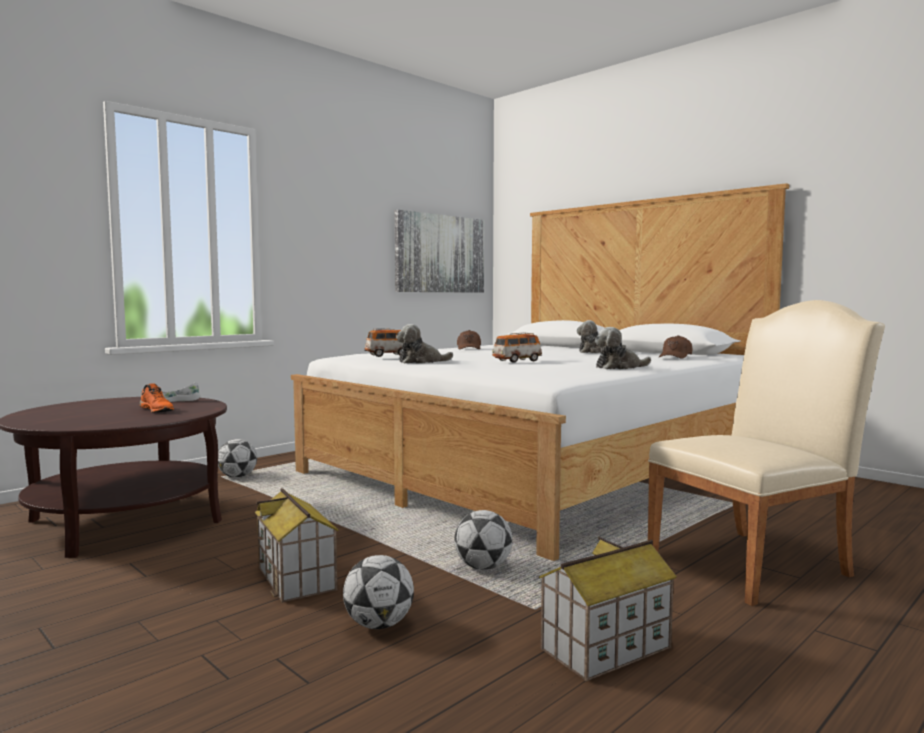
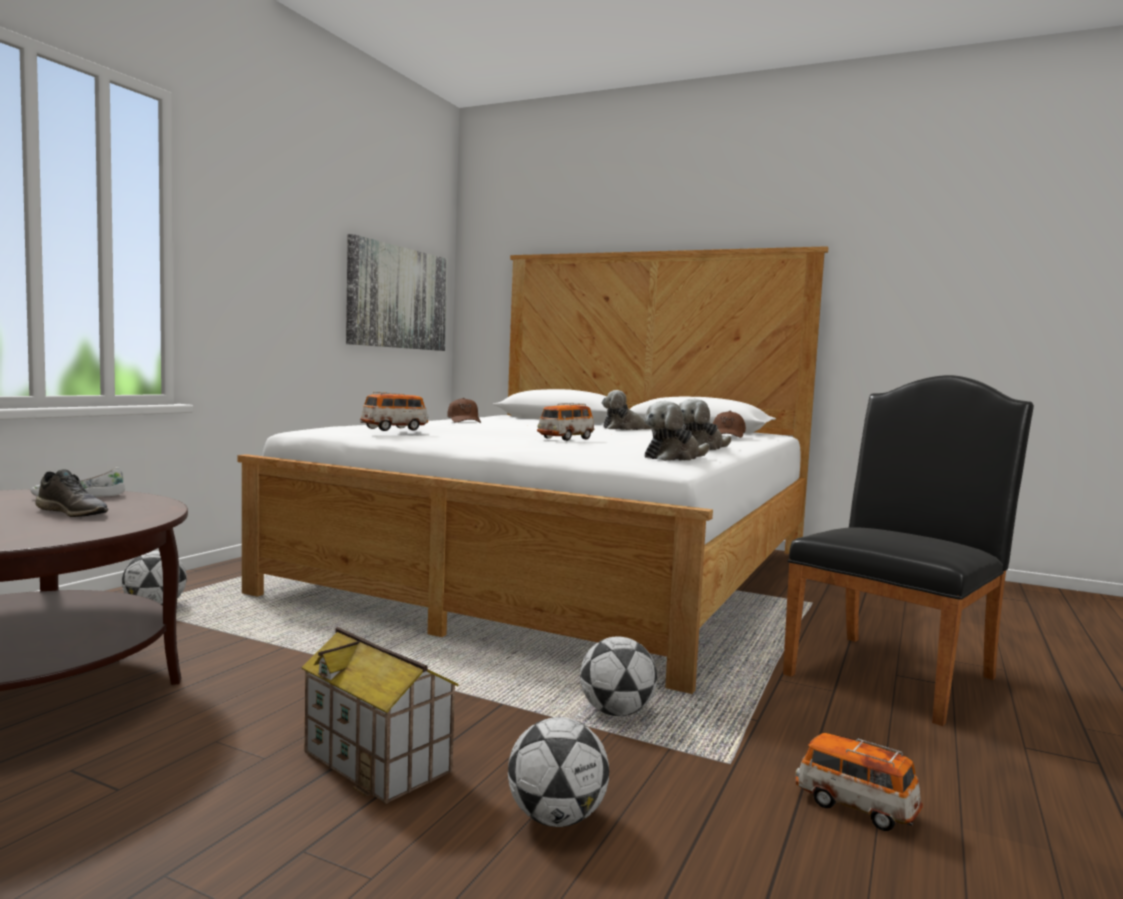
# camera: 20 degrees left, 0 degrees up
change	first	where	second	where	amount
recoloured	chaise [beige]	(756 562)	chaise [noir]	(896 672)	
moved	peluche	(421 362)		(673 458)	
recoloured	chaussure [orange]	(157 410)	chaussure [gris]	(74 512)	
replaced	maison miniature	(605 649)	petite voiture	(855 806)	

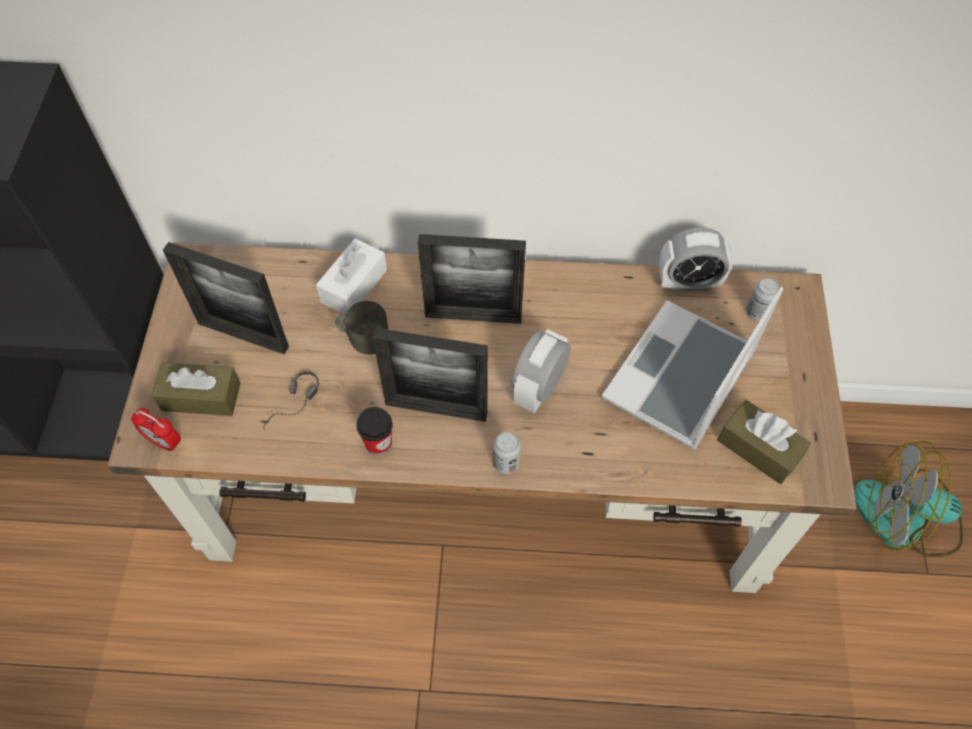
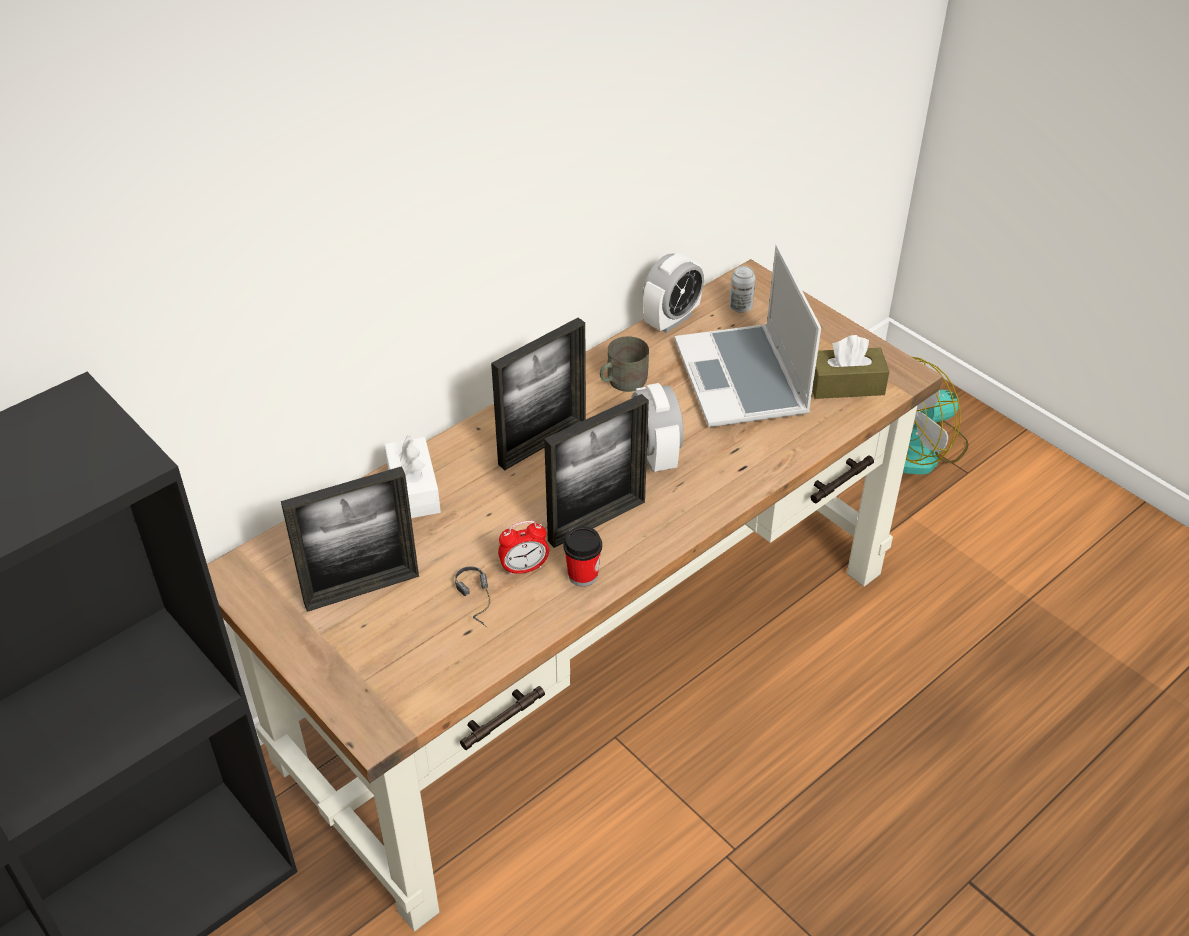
# camera: 45 degrees left, 15 degrees down
change	first	where	second	where	amount
moved	mug [gris]	(364 337)		(622 381)	
removed	boîte à mouchoirs [marron]	(201 396)			
moved	réveil	(164 442)		(524 568)	
removed	boîte métallique	(506 463)			

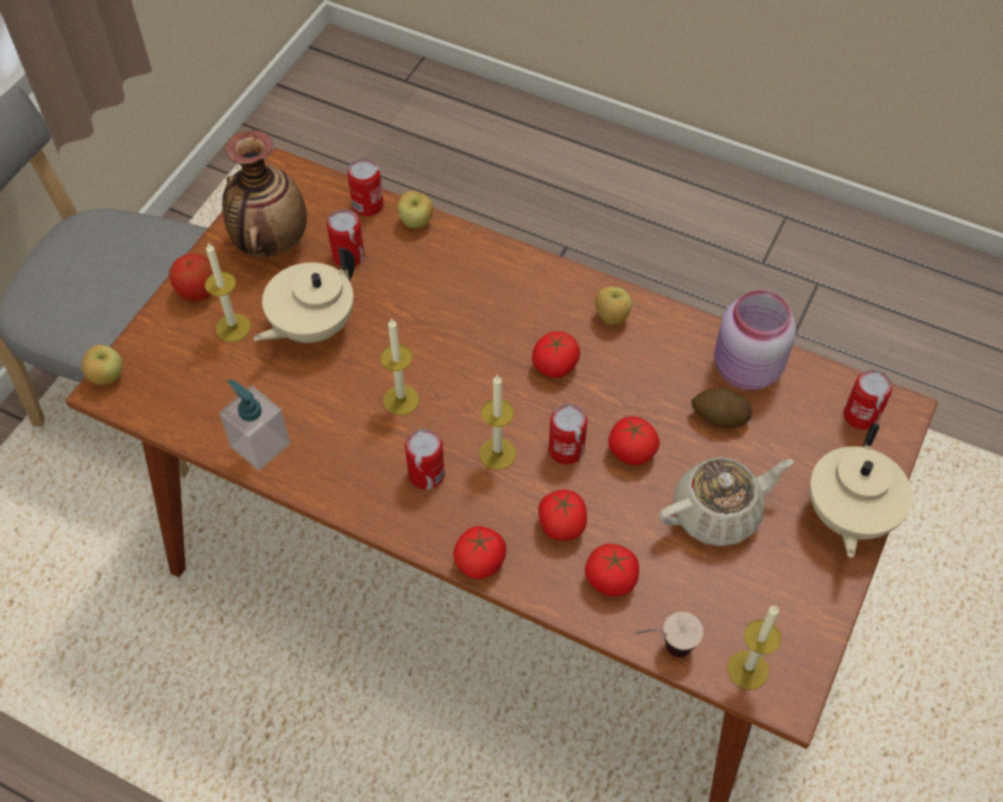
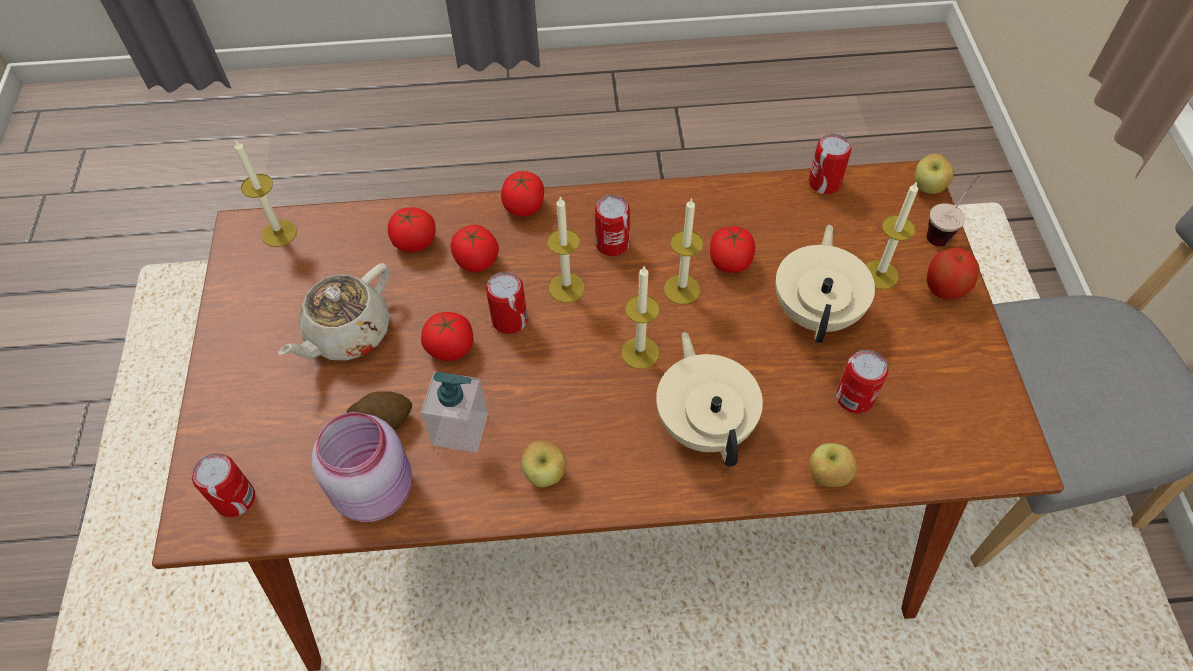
# camera: 150 degrees right, 0 degrees up
change	first	where	second	where	amount
removed	vase	(270 241)			
moved	boîte métallique	(368 205)		(824 183)	
moved	tomate	(555 366)		(730 262)	
moved	distributeur de savon	(260 445)		(461 429)	
moved	théière [beige]	(847 515)		(705 423)	
moved	tasse	(663 649)		(945 230)	
added			bougie	(640 353)	

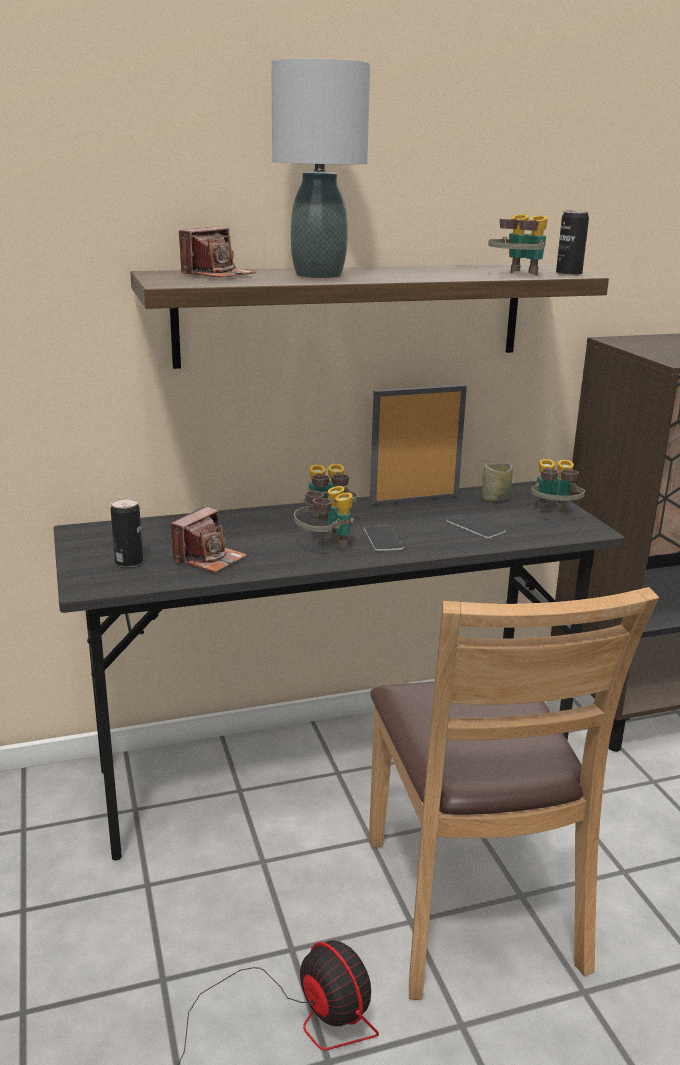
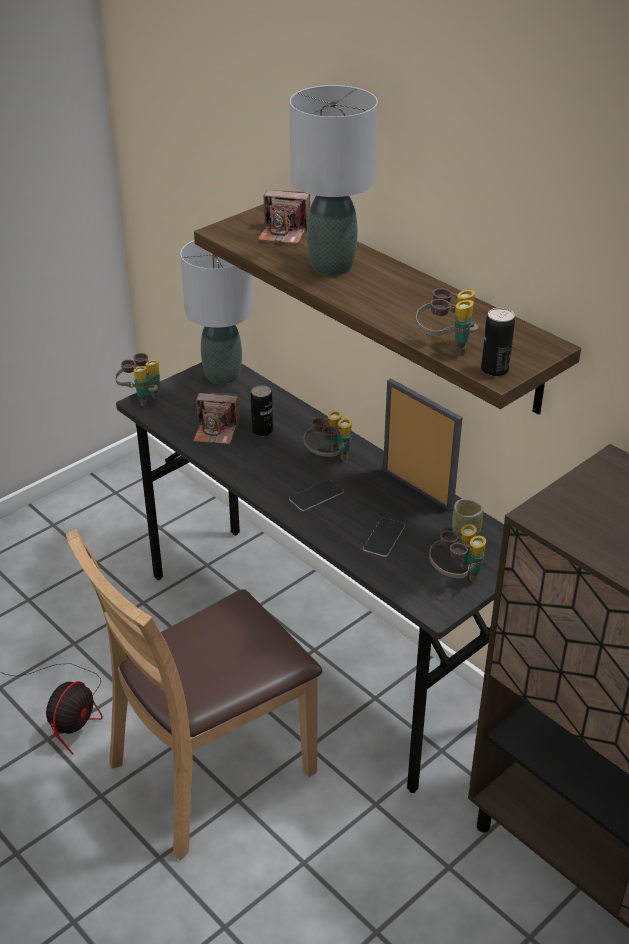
# camera: 65 degrees right, 15 degrees up
change	first	where	second	where	amount
moved	jumelles	(324 546)		(142 396)	
moved	boîte métallique	(129 562)		(262 431)	
added			lampe de table [gris]	(222 375)	

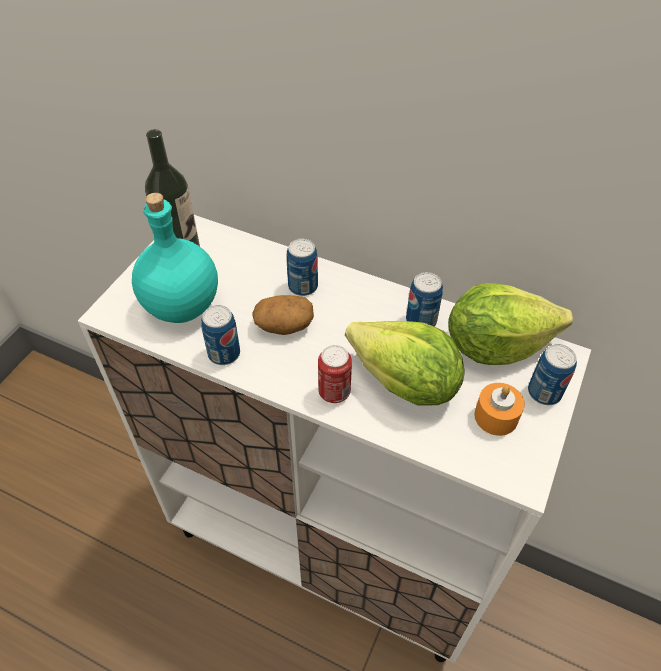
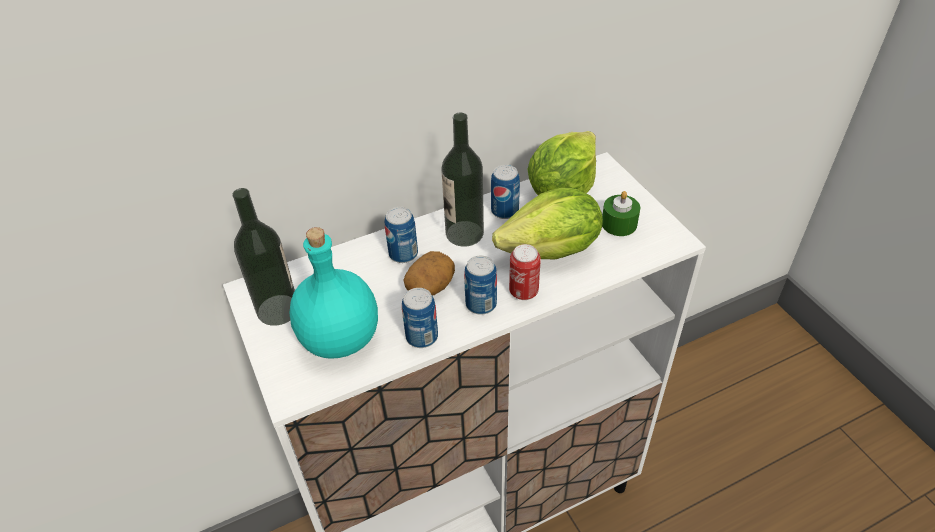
# camera: 50 degrees left, 5 degrees down
change	first	where	second	where	amount
moved	boîte métallique	(544 392)		(481 304)	
recoloured	bougie [orange]	(496 416)	bougie [vert]	(619 224)	
added			bouteille	(464 233)	

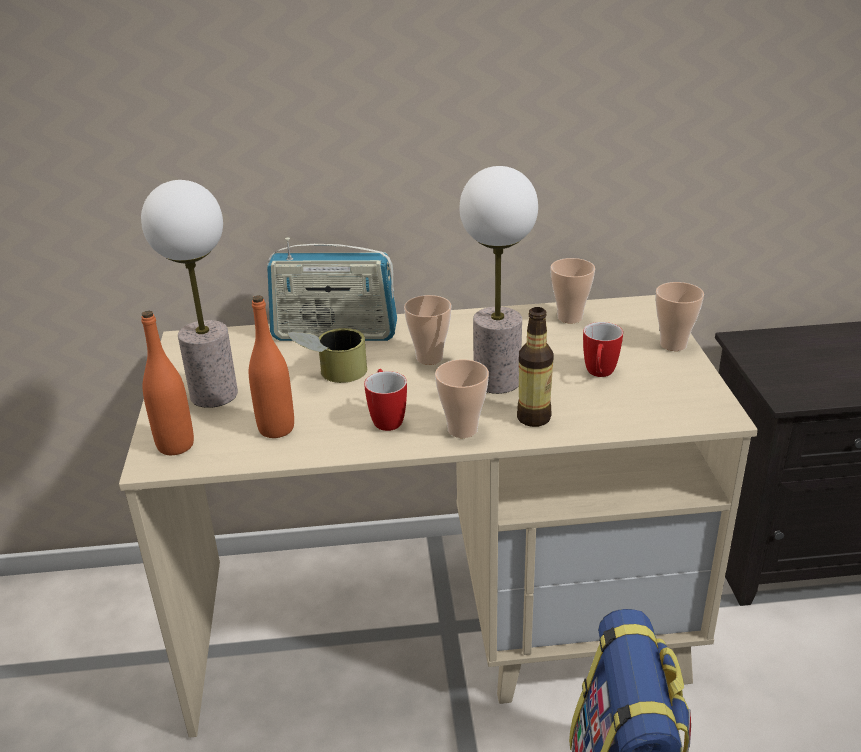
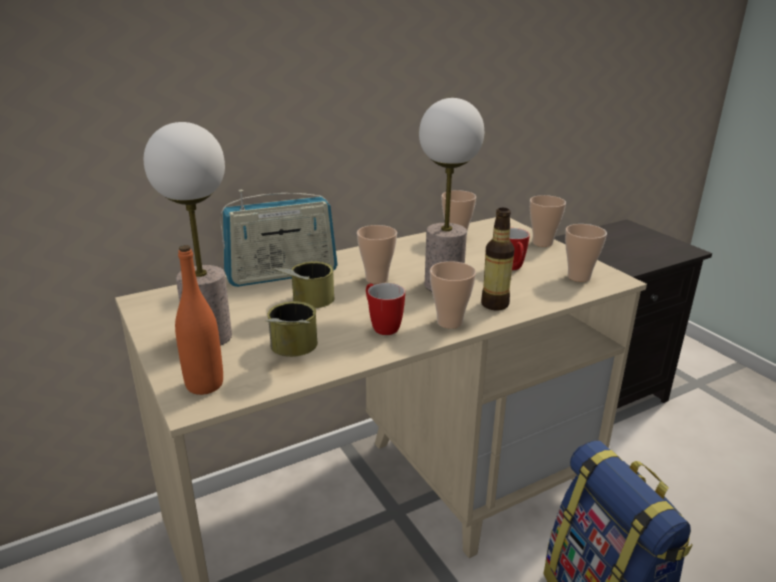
# camera: 25 degrees left, 5 degrees down
change	first	where	second	where	amount
replaced	bouteille [orange]	(276 428)	boîte métallique	(292 352)	
added			tasse	(579 277)	

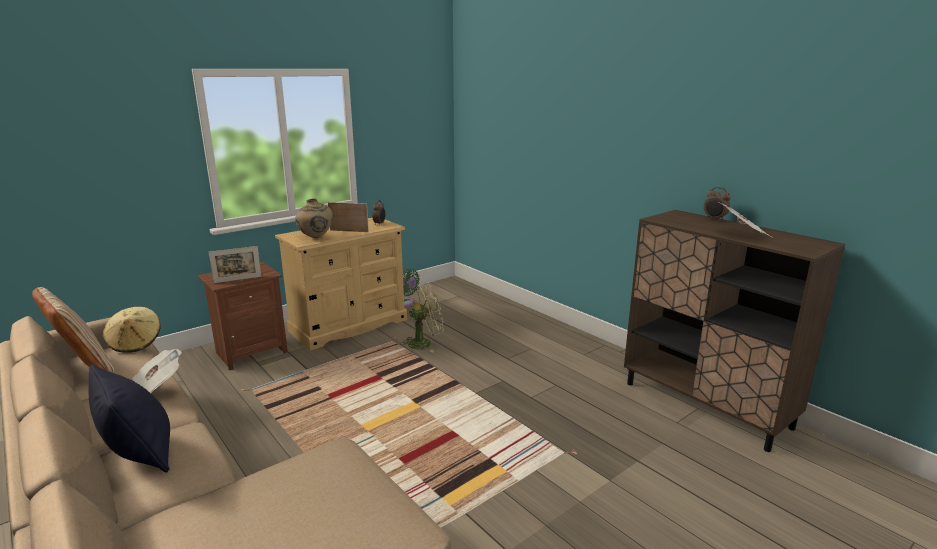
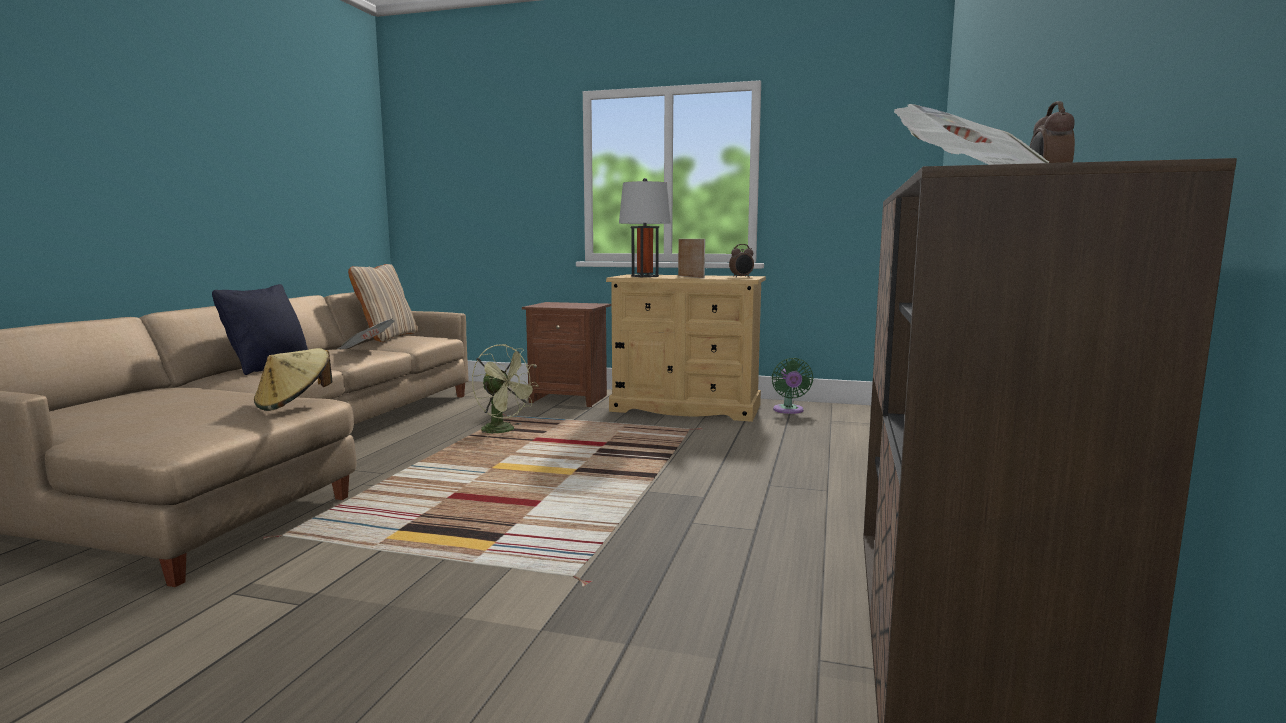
# camera: 55 degrees right, 10 degrees down
change	first	where	second	where	amount
replaced	vase [beige]	(316 238)	lampe de table [gris]	(644 276)	
removed	cadre photo	(238 279)			
moved	ventilateur [vert]	(425 343)		(504 430)	
moved	chapeau [beige]	(135 343)		(294 403)	

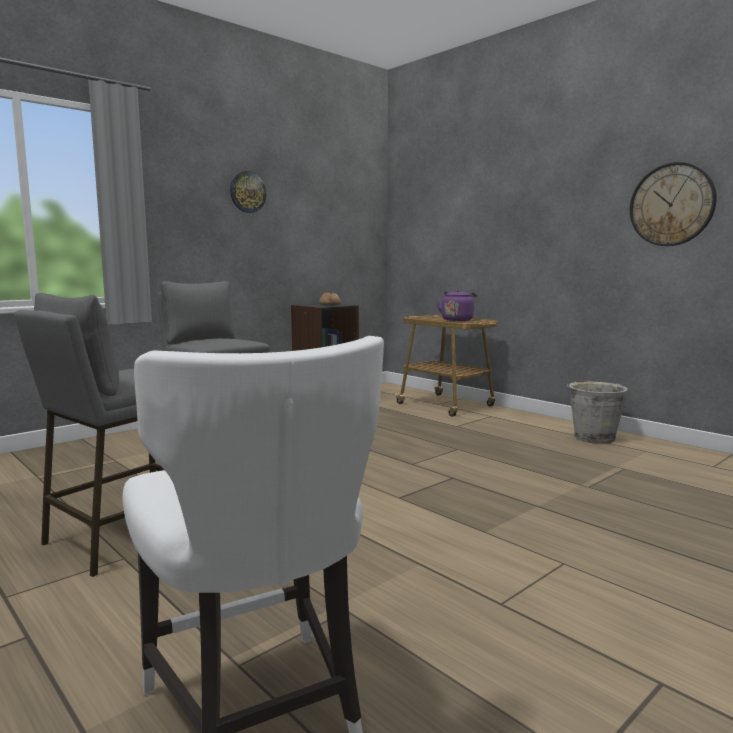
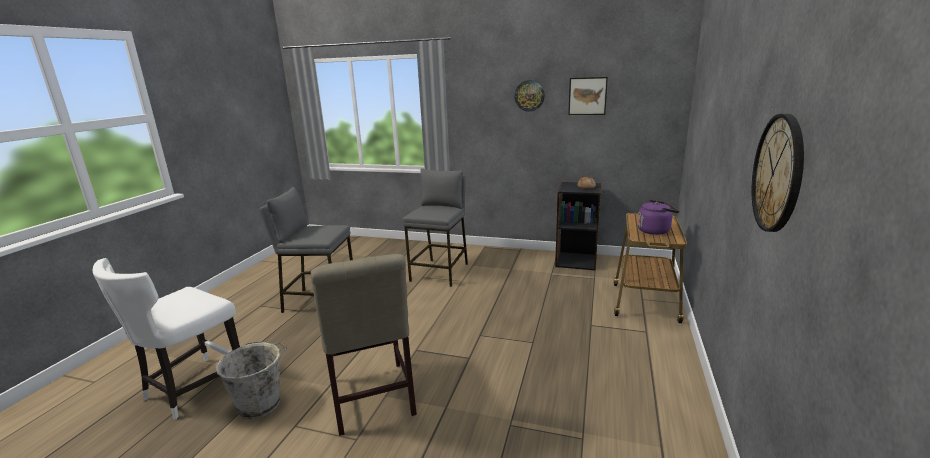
# camera: 60 degrees right, 10 degrees up
change	first	where	second	where	amount
moved	seau [gris]	(593 437)		(261 404)	
added			tableau	(587 96)	
added			chaise [beige]	(372 400)	

